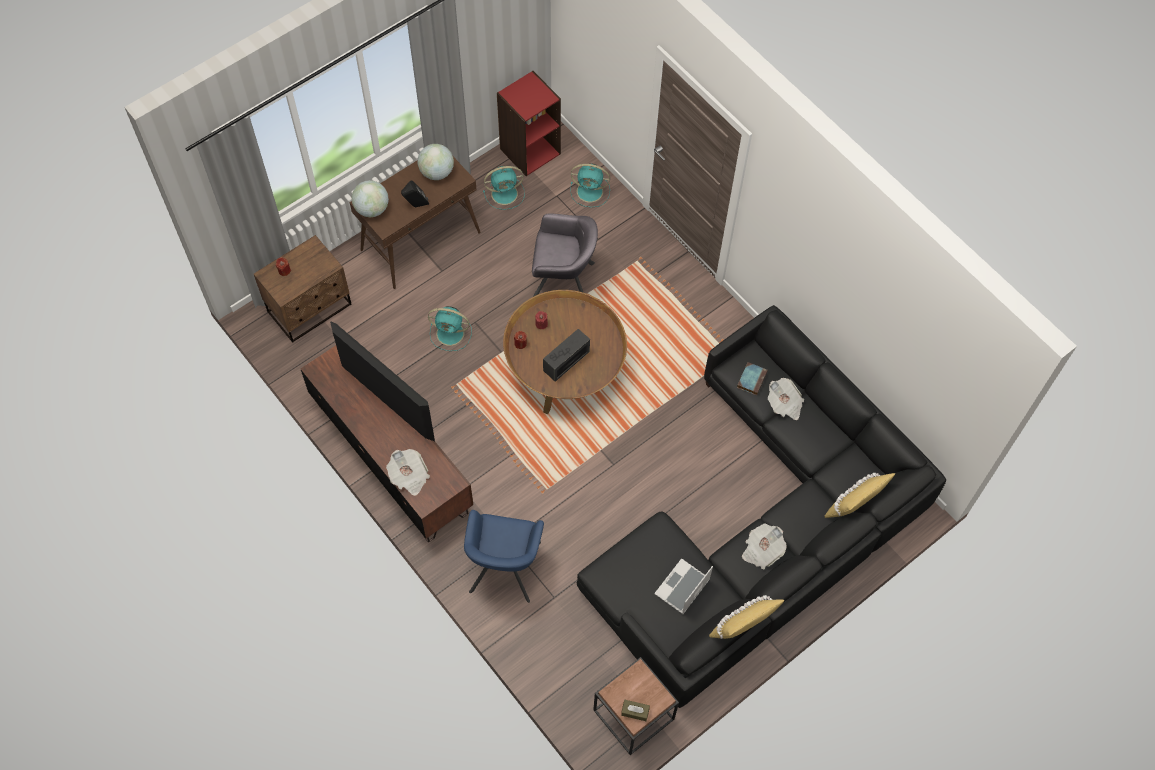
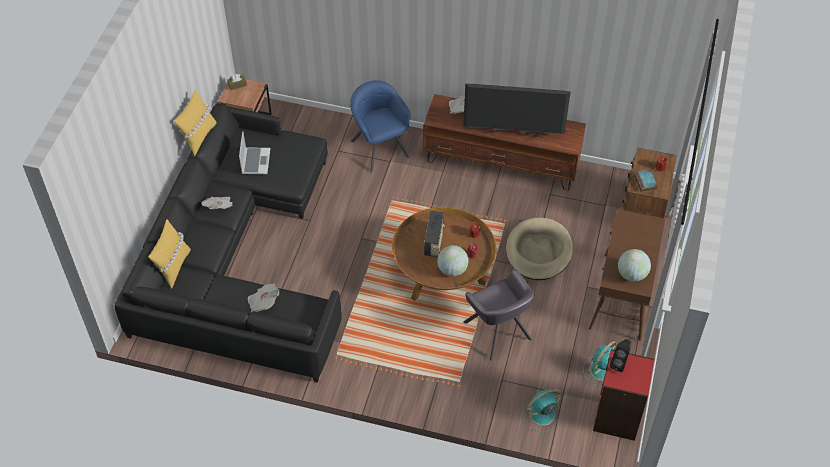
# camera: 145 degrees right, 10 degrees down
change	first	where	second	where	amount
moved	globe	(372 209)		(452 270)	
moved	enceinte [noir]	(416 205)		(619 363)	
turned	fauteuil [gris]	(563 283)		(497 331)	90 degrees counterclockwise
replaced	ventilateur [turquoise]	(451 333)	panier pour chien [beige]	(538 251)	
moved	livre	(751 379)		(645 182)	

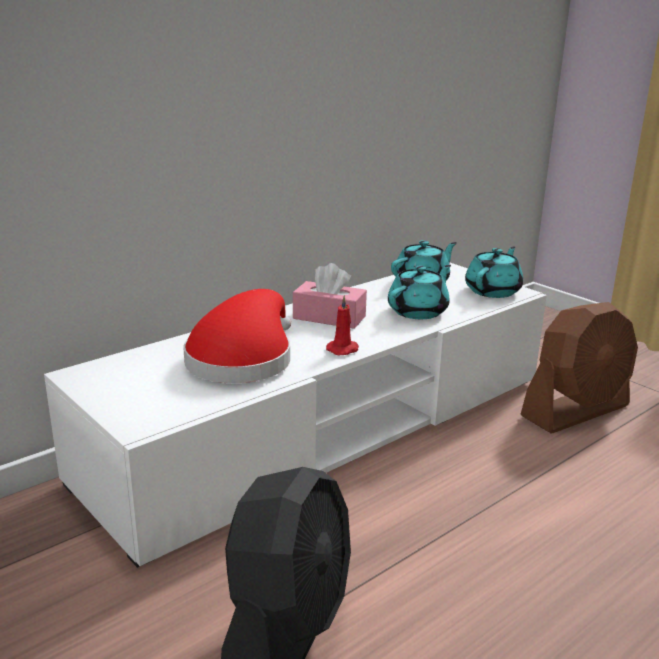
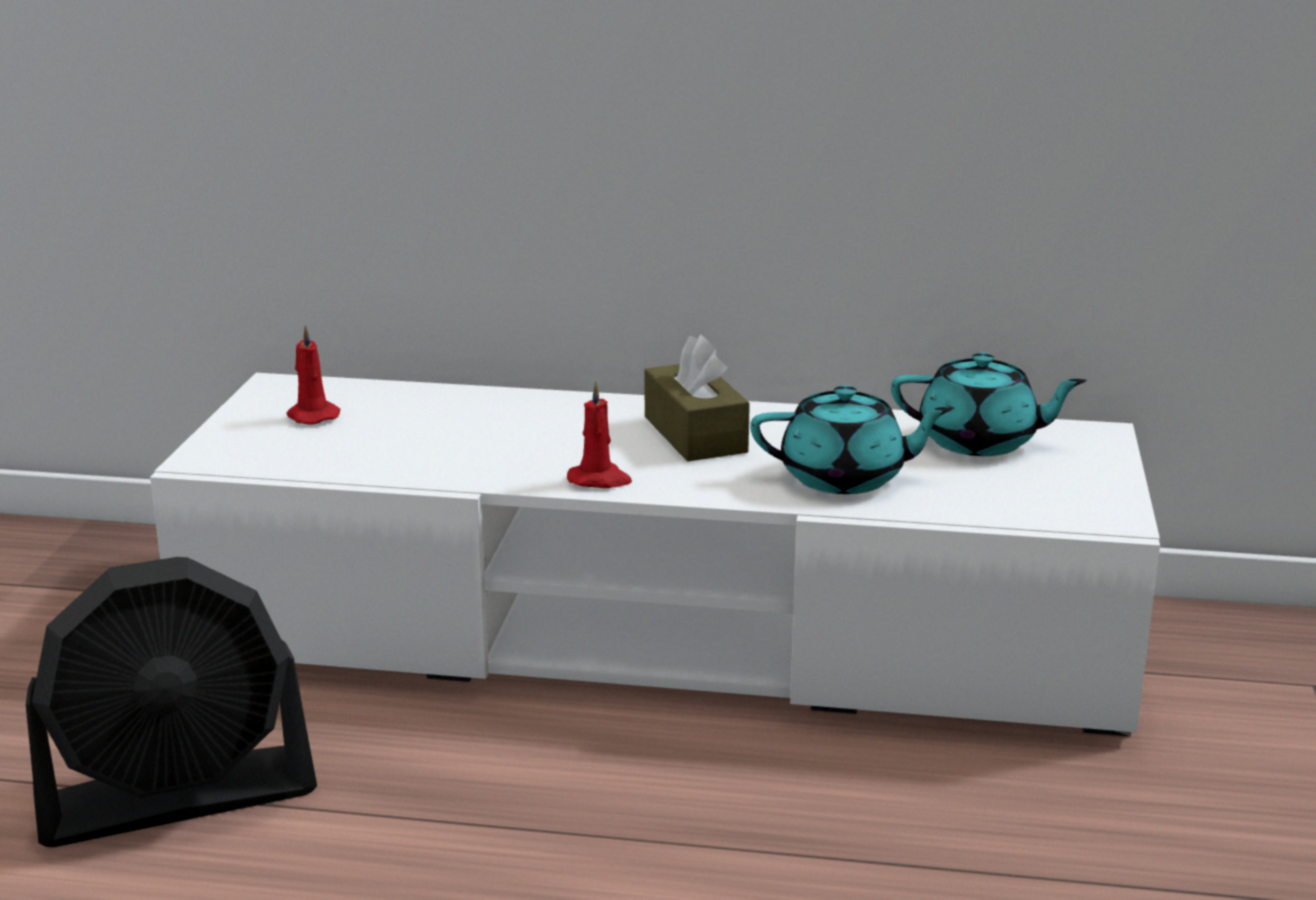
# camera: 50 degrees right, 0 degrees up
change	first	where	second	where	amount
removed	théière [turquoise]	(493 291)			
recoloured	boîte à mouchoirs [rose]	(329 317)	boîte à mouchoirs [marron]	(695 434)	
removed	chapeau [rouge]	(243 359)			
removed	ventilateur [marron]	(576 411)			
added			bougie [rouge]	(311 416)	

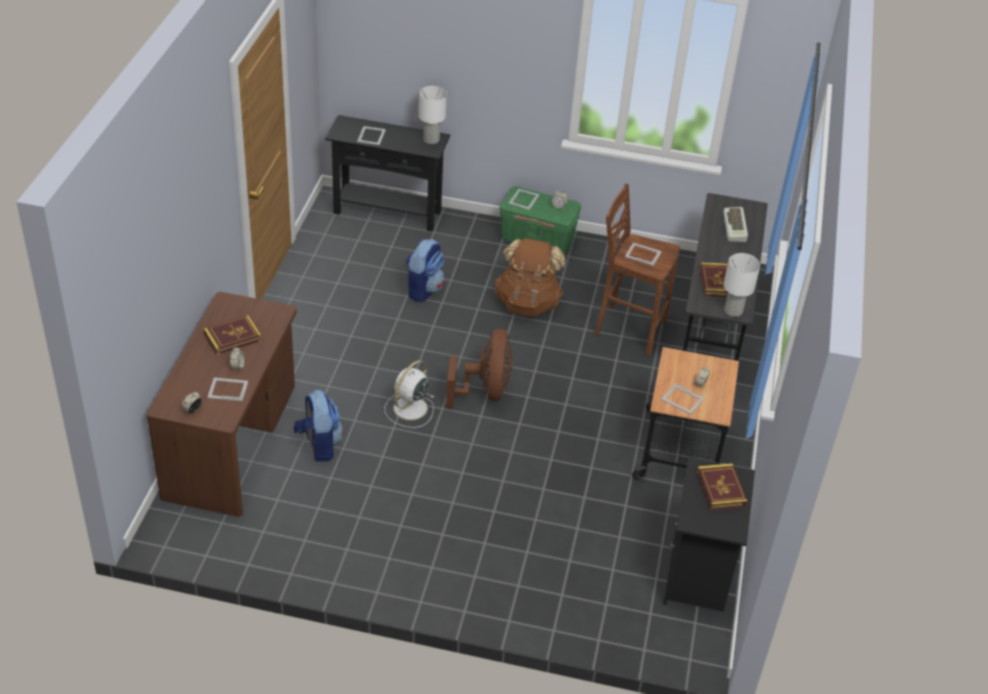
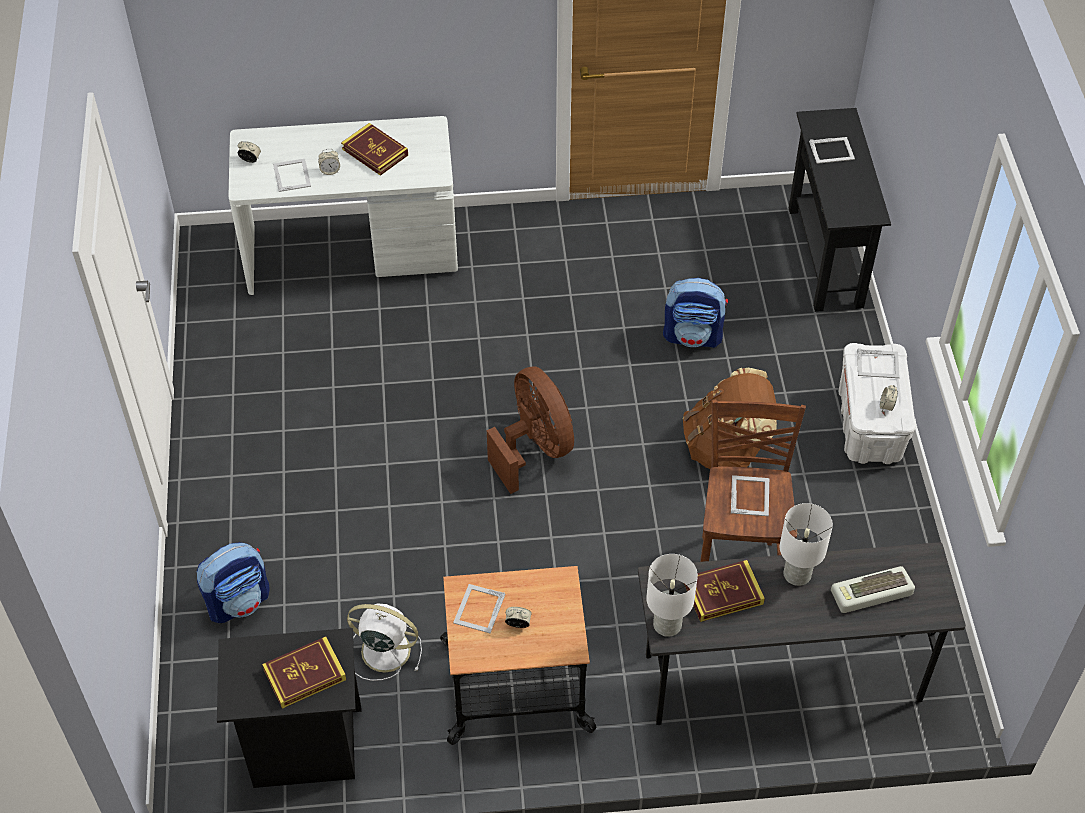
# camera: 75 degrees right, 10 degrees up
change	first	where	second	where	amount
moved	lampe de table [blanc]	(431 139)		(798 574)	
recoloured	boîte de rangement [vert]	(537 239)	boîte de rangement [blanc]	(870 425)	
recoloured	bureau [marron]	(232 442)	bureau [blanc]	(352 252)	
turned	ventilateur [marron]	(485 392)		(534 448)	105 degrees counterclockwise
moved	ventilateur [blanc]	(409 409)		(383 650)	
moved	sac à dos	(319 445)		(239 601)	

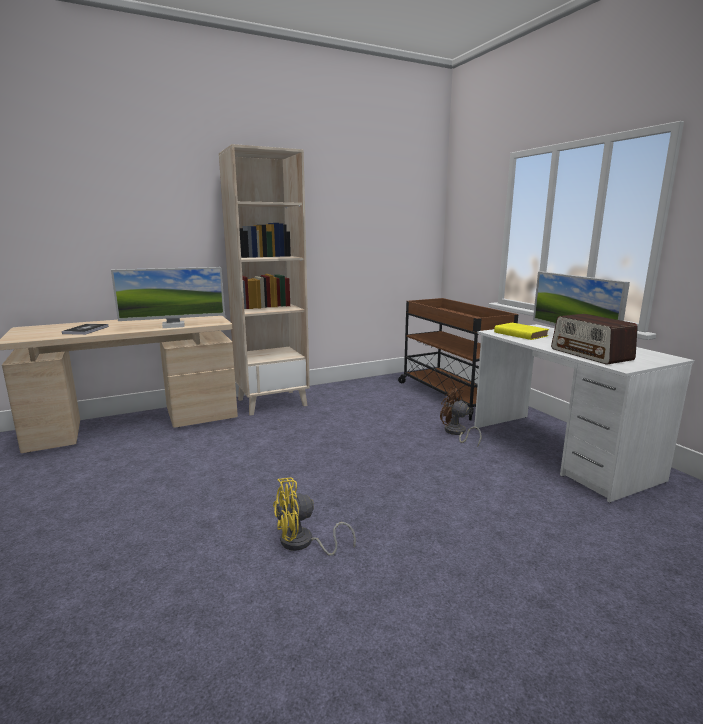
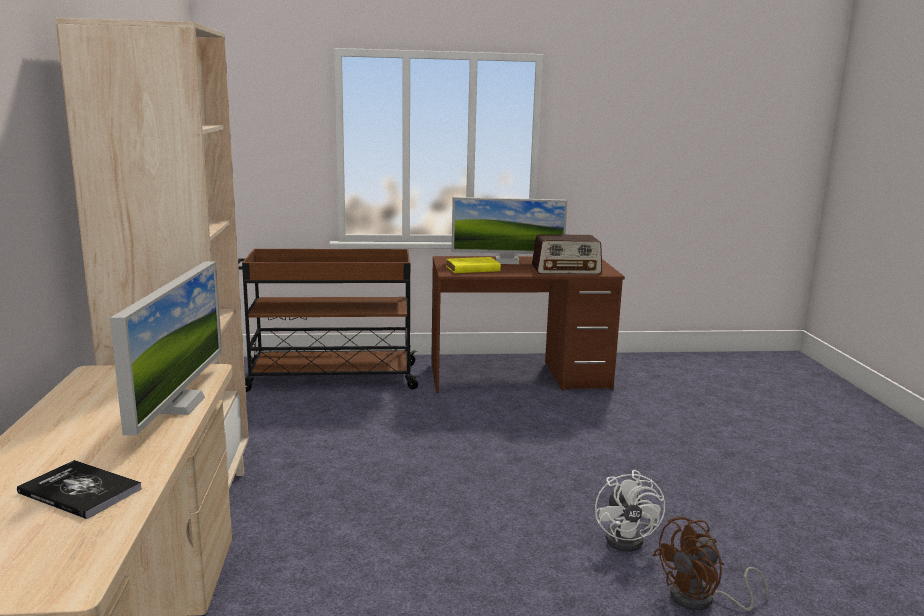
# camera: 70 degrees left, 0 degrees up
change	first	where	second	where	amount
recoloured	bureau [blanc]	(559 452)	bureau [marron]	(519 377)	
moved	ventilateur [marron]	(456 433)		(701 600)	
recoloured	ventilateur [jaune]	(303 543)	ventilateur [blanc]	(629 538)	

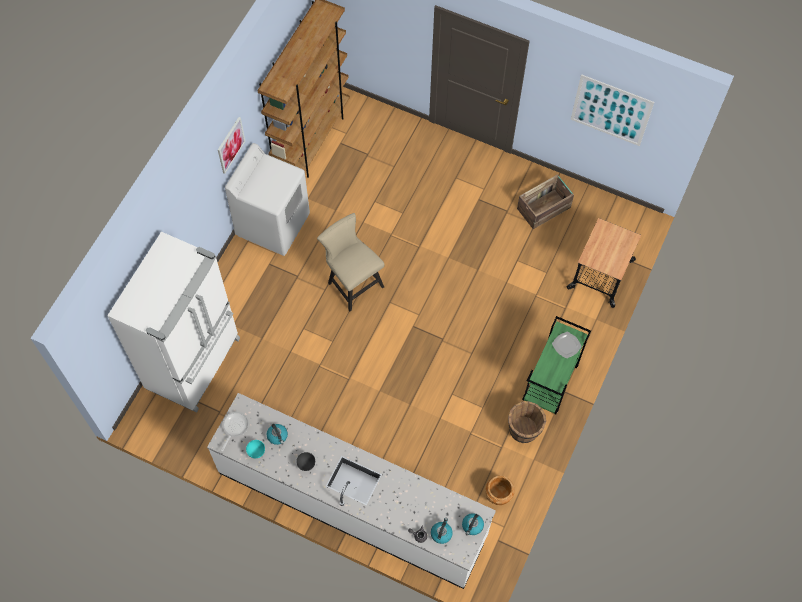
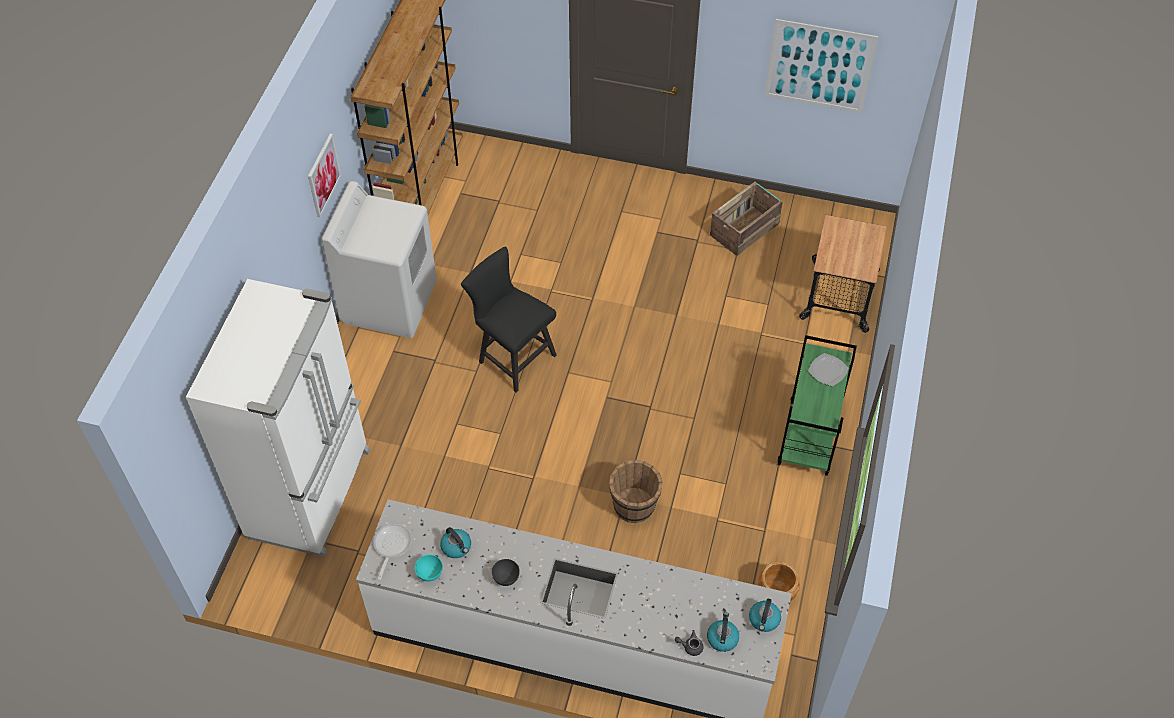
# camera: 10 degrees left, 10 degrees down
change	first	where	second	where	amount
recoloured	chaise [beige]	(352 283)	chaise [noir]	(512 356)	
moved	seau [marron]	(523 430)		(634 506)	

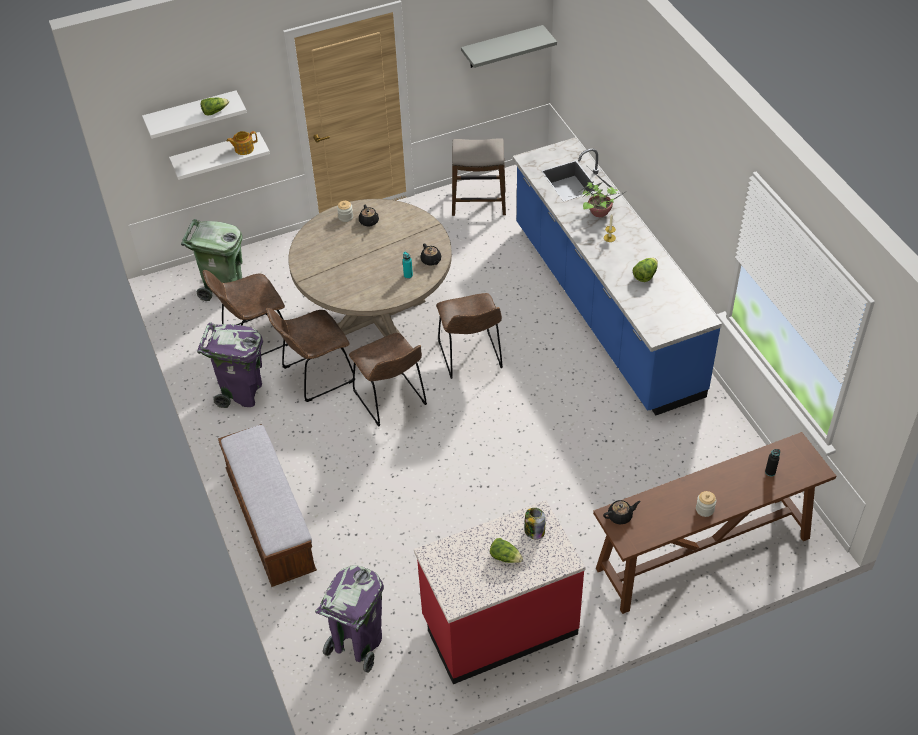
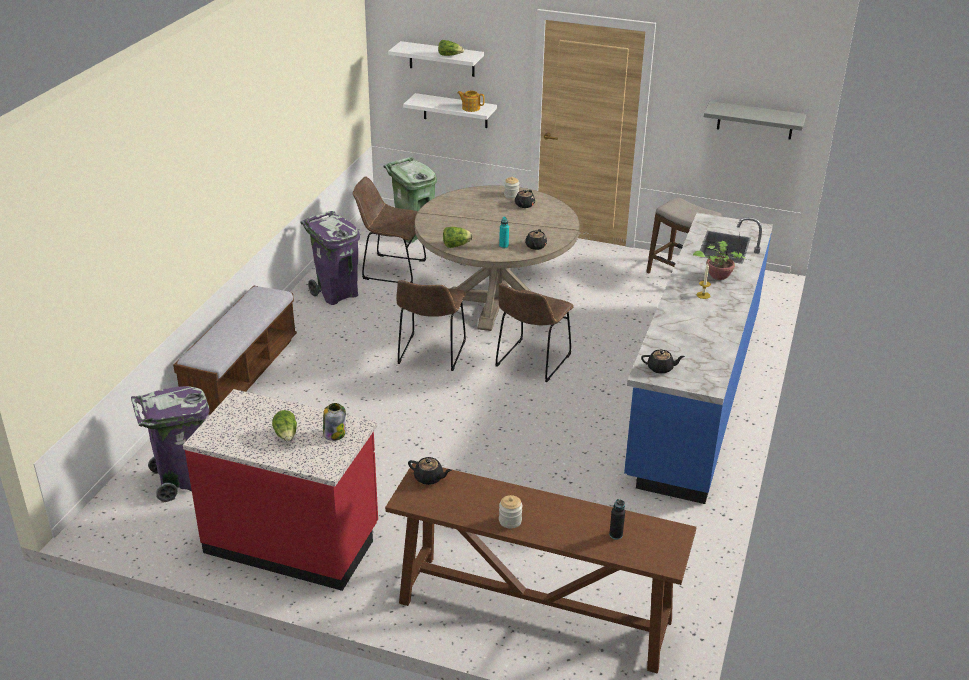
# camera: 40 degrees right, 15 degrees down
change	first	where	second	where	amount
moved	laitue	(645 276)		(456 245)	
removed	chaise [marron]	(315 376)			
added			théière [noir]	(661 368)	

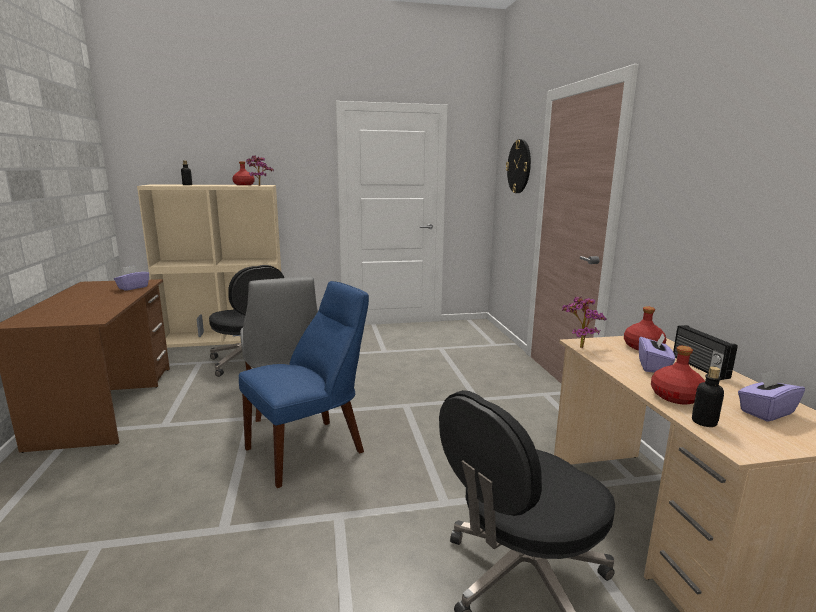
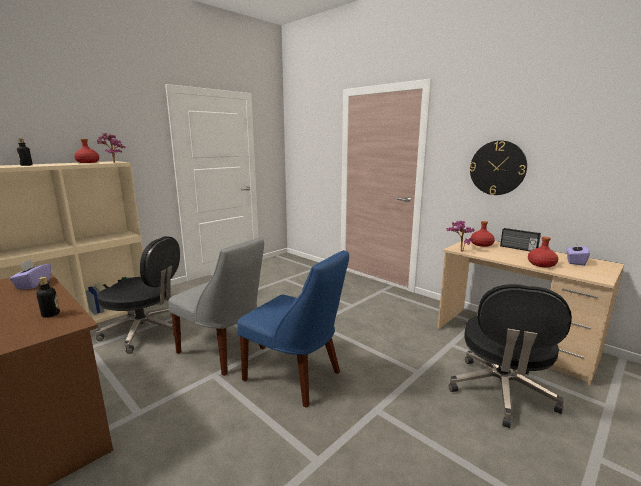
# camera: 35 degrees left, 0 degrees up
change	first	where	second	where	amount
moved	horloge murale	(519 166)		(497 168)	
turned	chaise [bleu]	(310 449)		(296 377)	105 degrees clockwise
removed	boîte à mouchoirs [violet]	(653 366)			
moved	bouteille	(704 422)		(51 314)	

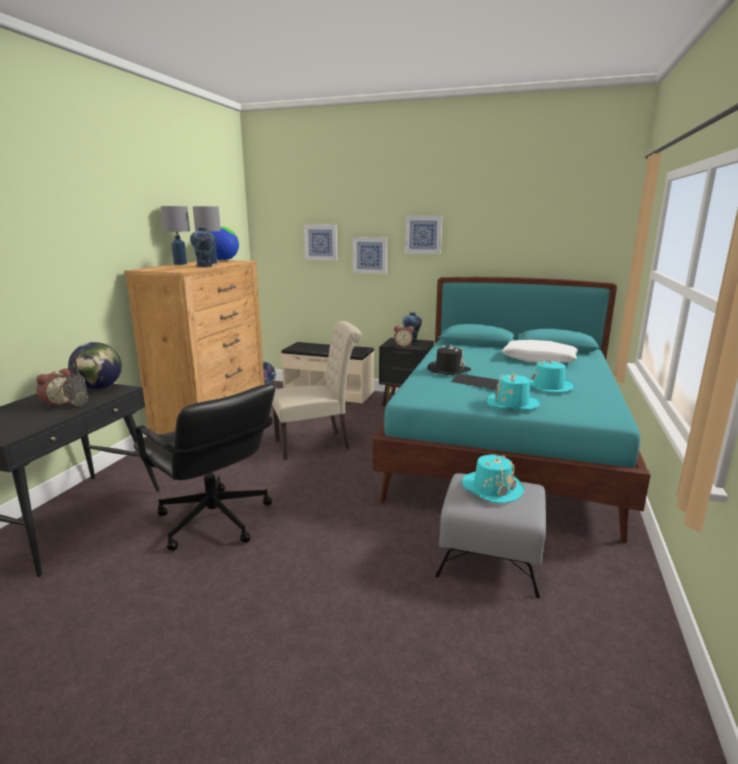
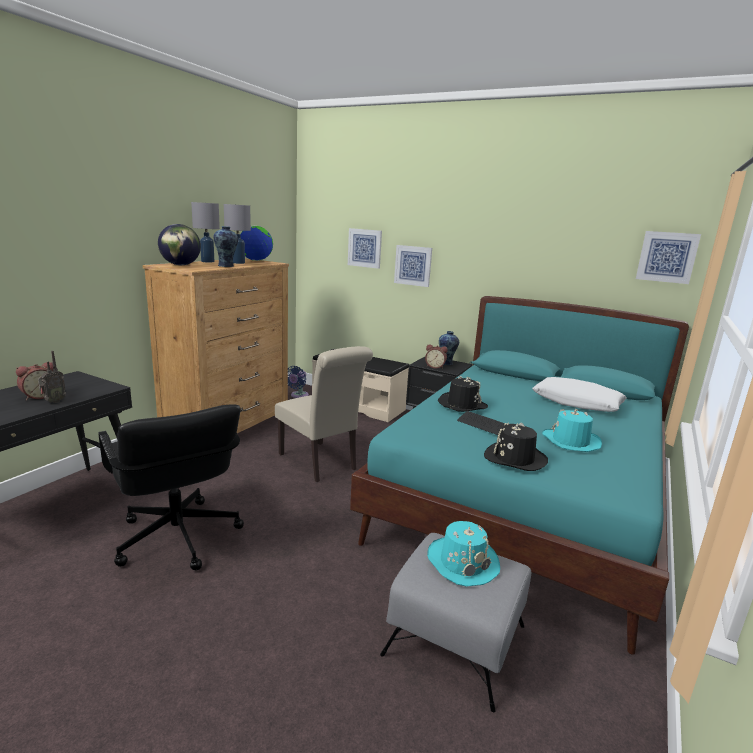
# camera: 10 degrees right, 0 degrees up
change	first	where	second	where	amount
moved	tableau	(423 234)		(667 257)	
turned	chaise [beige]	(317 444)		(320 463)	60 degrees clockwise
moved	globe	(99 388)		(180 265)	
recoloured	chapeau [turquoise]	(512 403)	chapeau [noir]	(514 458)	

